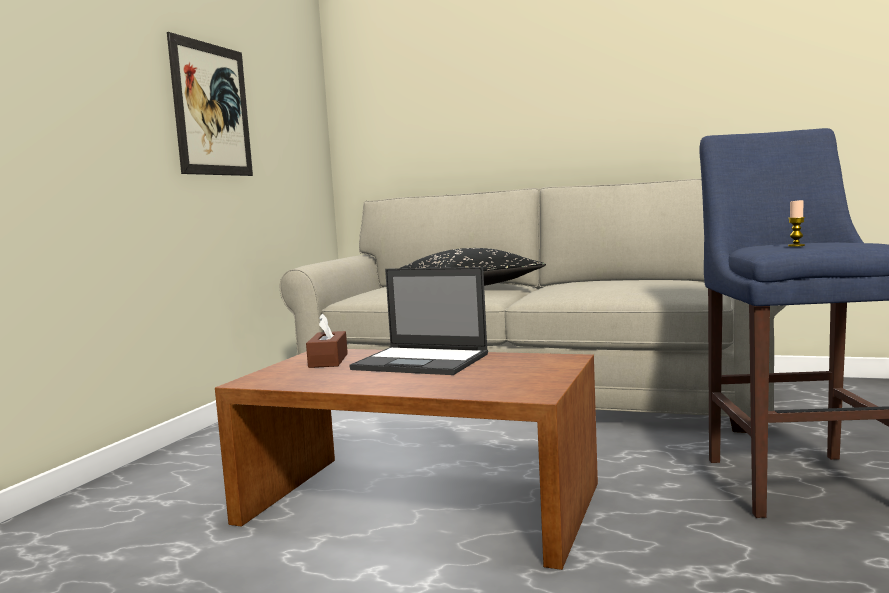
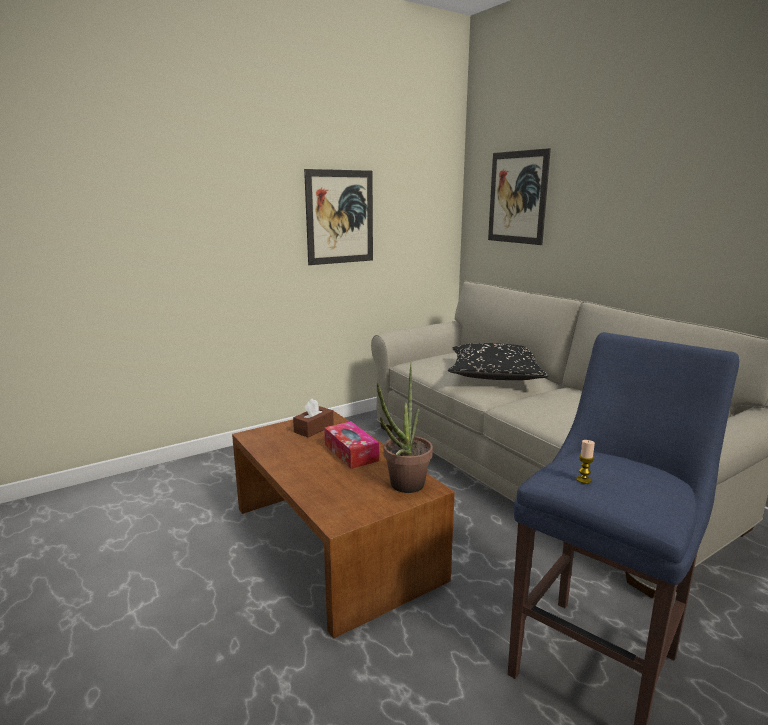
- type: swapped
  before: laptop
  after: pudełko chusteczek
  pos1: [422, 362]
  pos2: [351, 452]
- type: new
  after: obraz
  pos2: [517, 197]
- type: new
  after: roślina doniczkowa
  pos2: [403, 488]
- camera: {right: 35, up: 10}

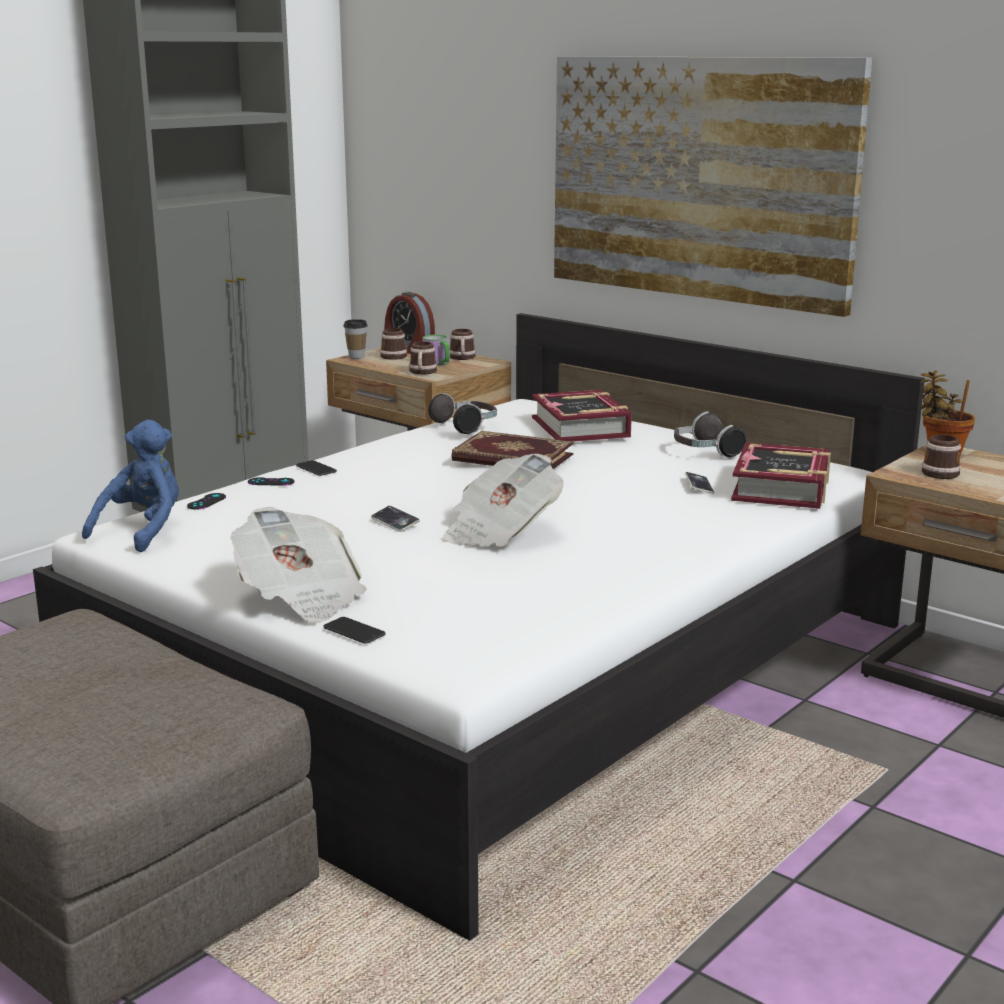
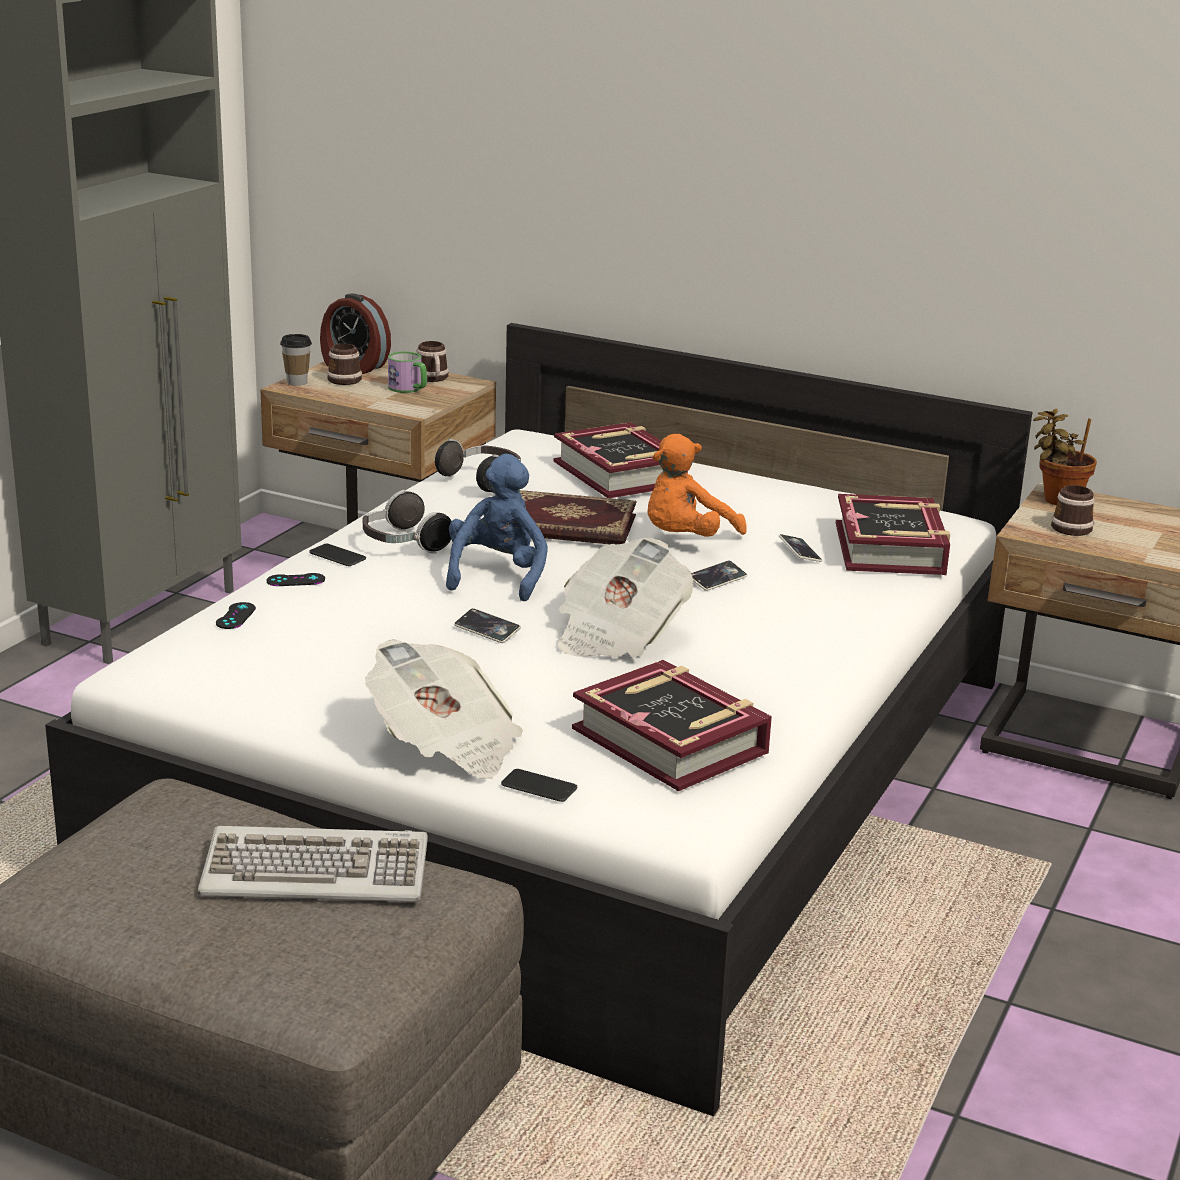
- type: gone
  before: obraz
  pos1: [699, 178]
- type: gone
  before: kubek
  pos1: [422, 372]
- type: shifted
  before: słuchawki
  pos1: [704, 452]
  pos2: [403, 544]
- type: shifted
  before: pluszak/niebieski
  pos1: [143, 531]
  pos2: [497, 576]
- type: new
  after: pluszak/pomarańczowy
  pos2: [685, 540]
- type: new
  after: telefon
  pos2: [717, 579]
- type: new
  after: książka
  pos2: [671, 741]
- type: new
  after: klawiatura
  pos2: [316, 872]
- camera: {right: -15, up: 5}

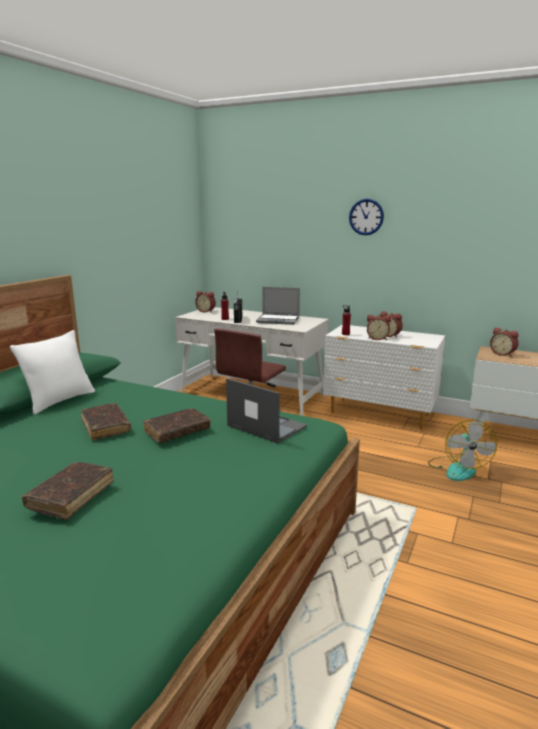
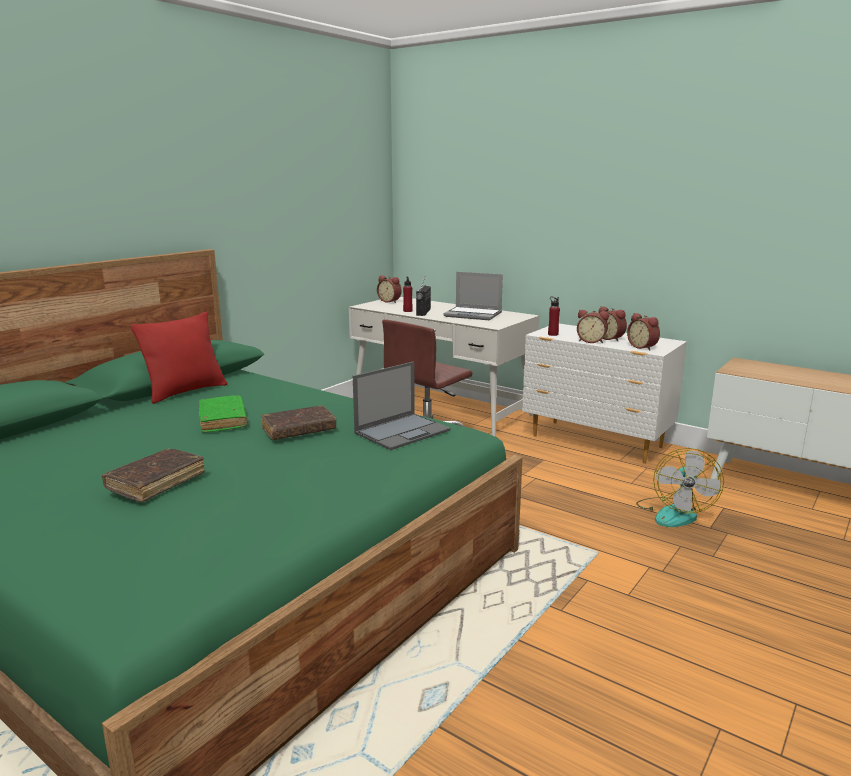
- type: gone
  before: zegar ścienny
  pos1: [366, 217]
- type: shifted
  before: budzik
  pos1: [503, 354]
  pos2: [643, 347]
- type: repainted
  before: poduszka/biały
  after: poduszka/czerwony
  pos1: [60, 400]
  pos2: [185, 391]
- type: rotated
  before: laptop
  pos1: [266, 426]
  pos2: [403, 431]
  turn: 90
- type: repainted
  before: książka/brązowy
  after: książka/zielony
  pos1: [106, 427]
  pos2: [223, 420]
- camera: {right: 10, up: 0}

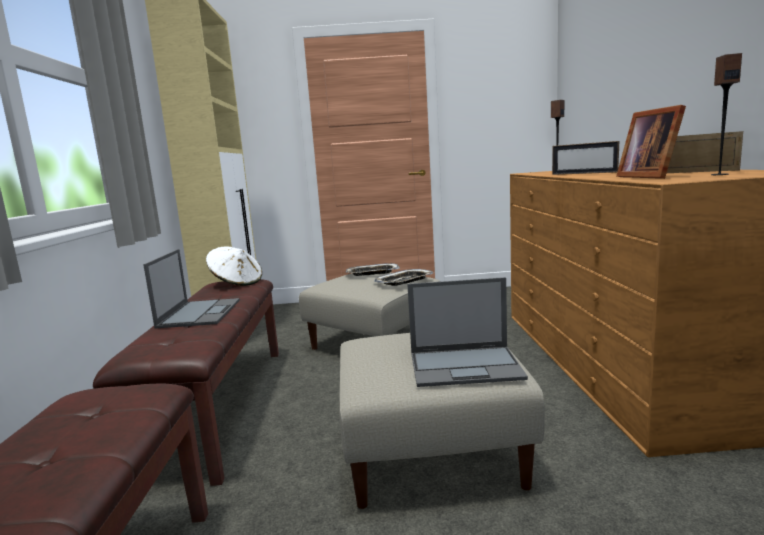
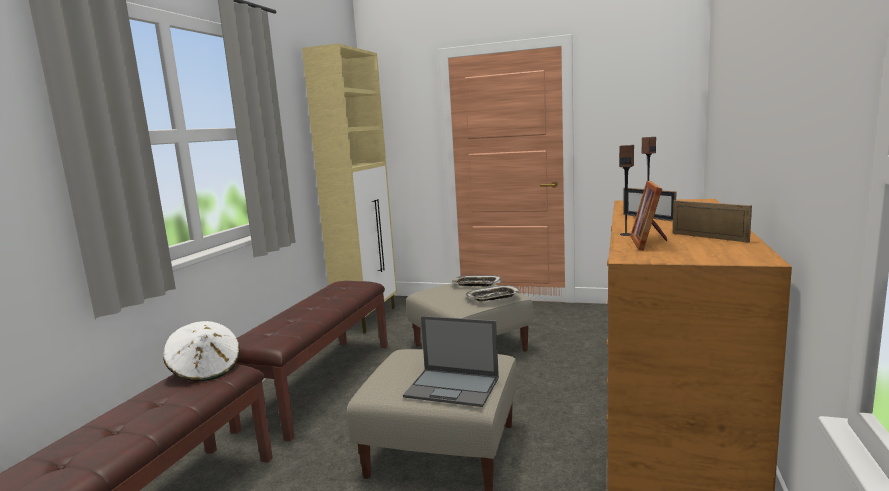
- type: shifted
  before: głośnik
  pos1: [719, 174]
  pos2: [626, 234]
- type: shifted
  before: kapelusz/biały
  pos1: [236, 283]
  pos2: [206, 370]
- type: gone
  before: laptop
  pos1: [200, 313]
- camera: {right: 20, up: 0}

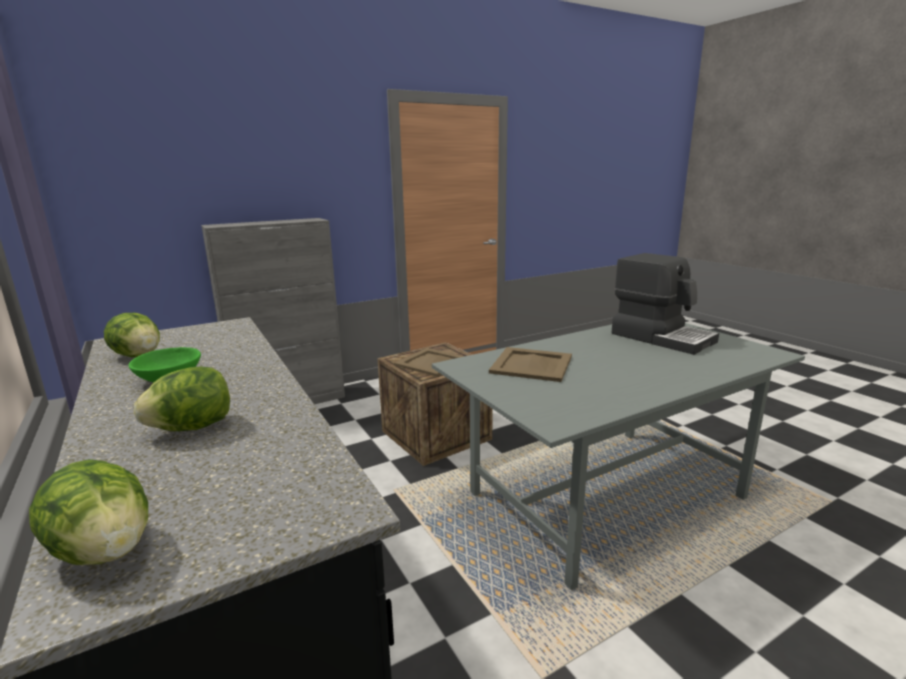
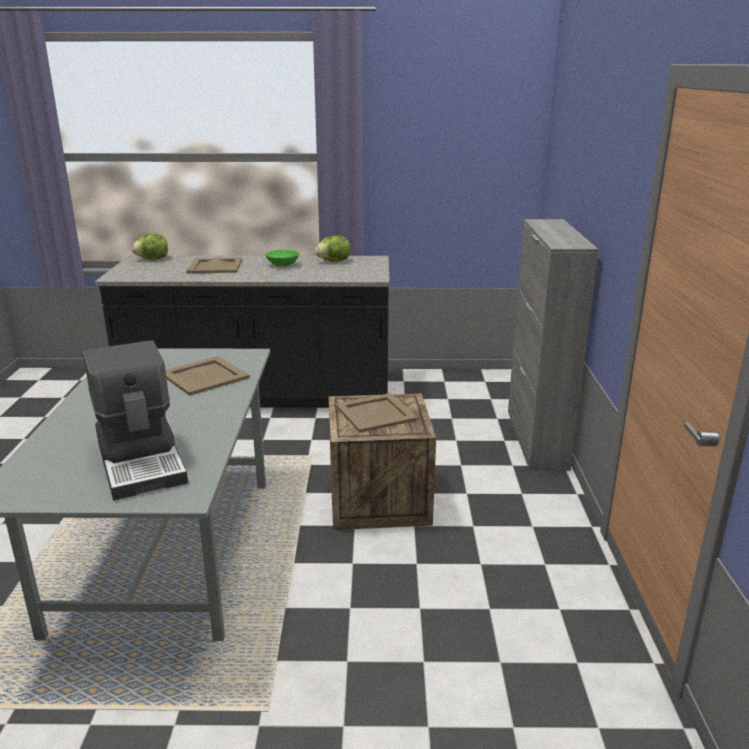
- type: rotated
  before: ekspres do kawy
  pos1: [662, 337]
  pos2: [142, 461]
  turn: -105
- type: swapped
  before: sałata
  after: taca/beżowy
  pos1: [192, 427]
  pos2: [214, 266]
- camera: {right: 120, up: 5}

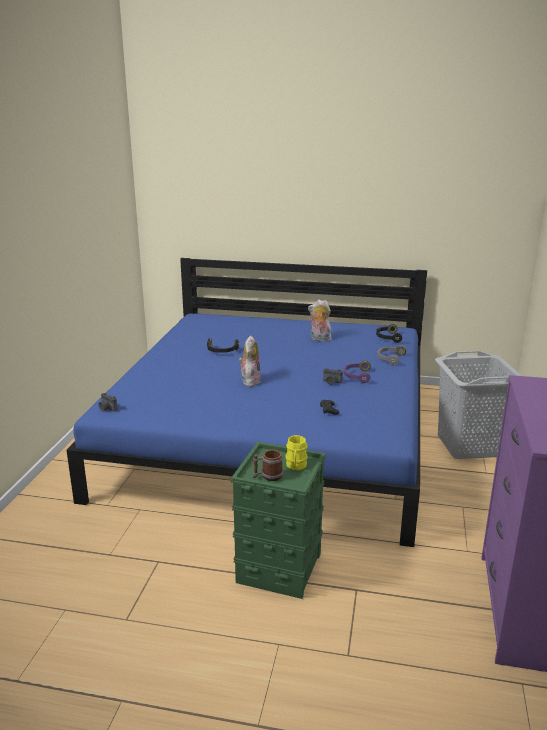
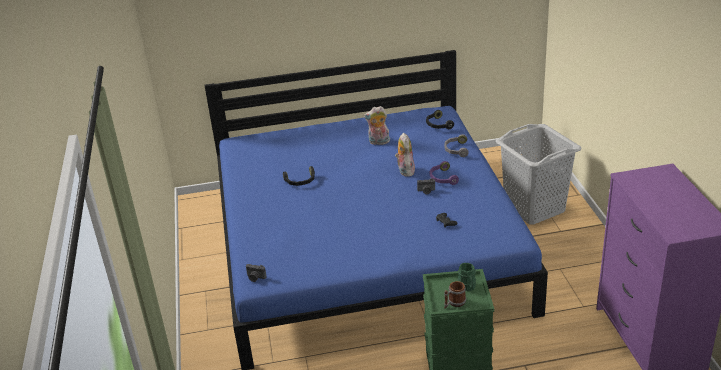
- type: shifted
  before: pluszak
  pos1: [250, 381]
  pos2: [405, 171]
- type: repainted
  before: kubek/żółty
  after: kubek/zielony
  pos1: [296, 466]
  pos2: [467, 287]
- camera: {right: -20, up: 10}

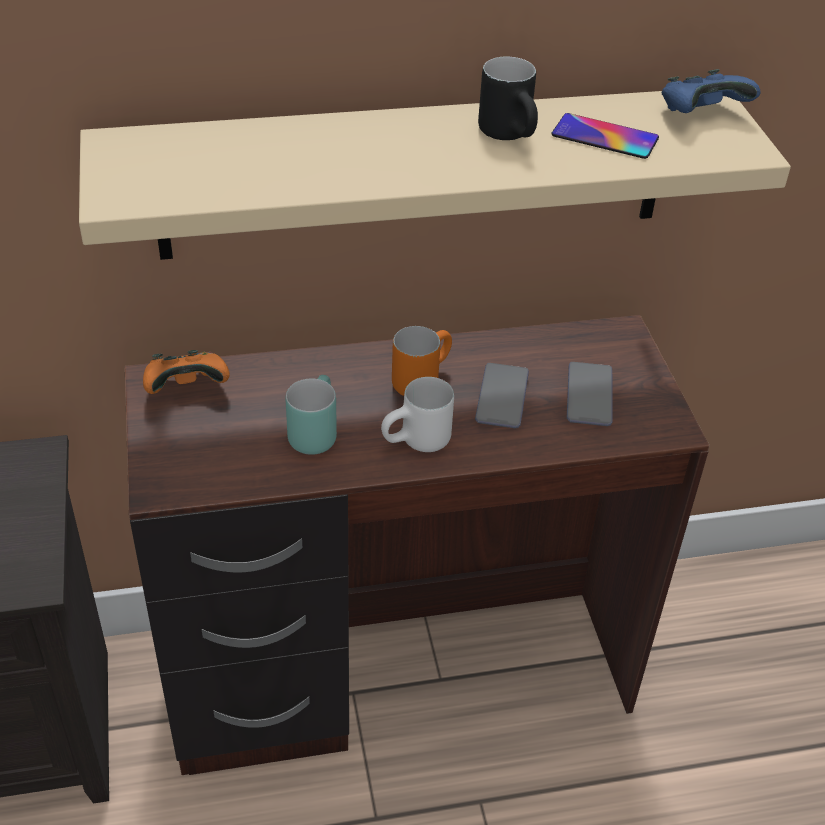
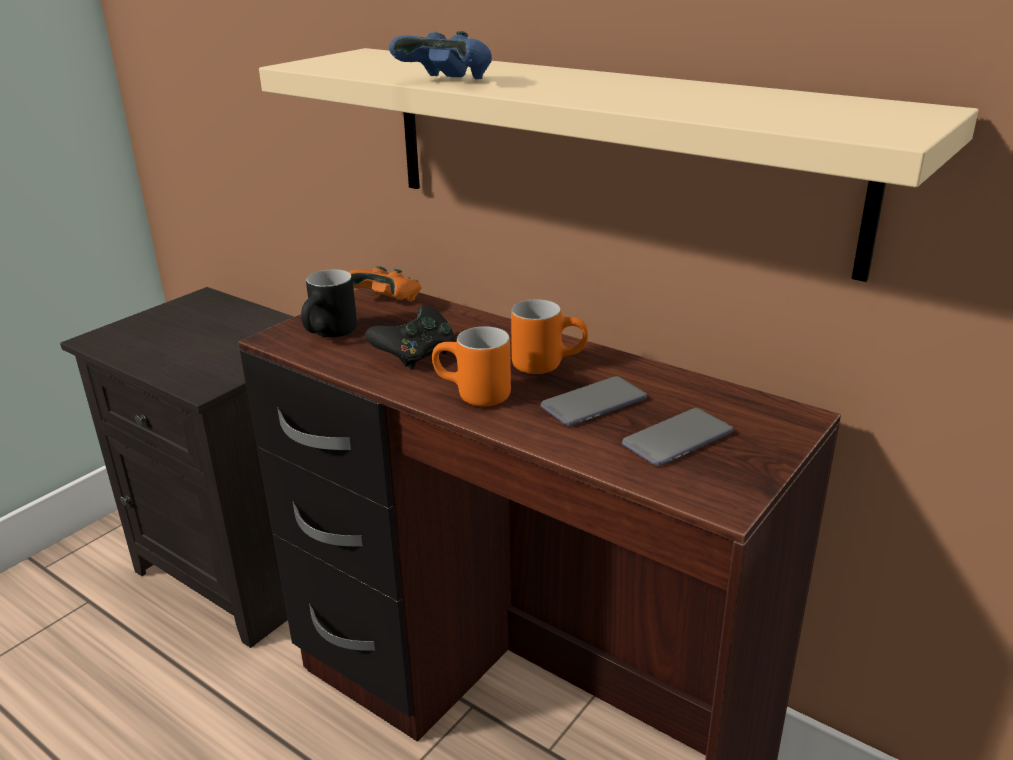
- type: shifted
  before: kubek/czarny
  pos1: [513, 135]
  pos2: [332, 335]
- type: shifted
  before: pad do gier/niebieski
  pos1: [701, 114]
  pos2: [447, 81]
- type: gone
  before: telefon
  pos1: [604, 137]
- type: swapped
  before: kubek/turkusowy
  after: pad do gier/czarny
  pos1: [312, 431]
  pos2: [415, 355]
- type: repainted
  before: kubek/biały
  after: kubek/pomarańczowy
  pos1: [418, 444]
  pos2: [471, 396]
- camera: {right: 50, up: -15}

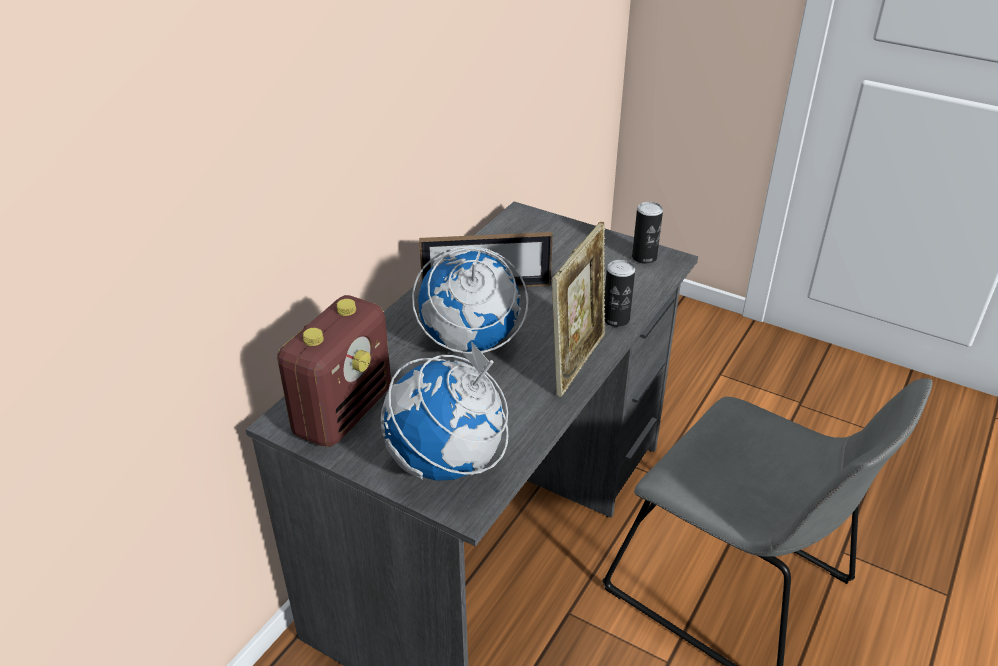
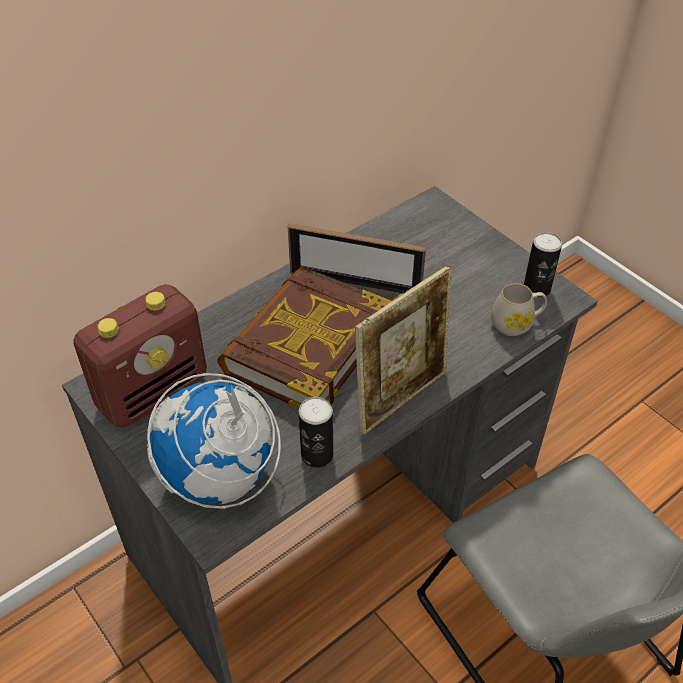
- type: swapped
  before: globus
  after: książka
  pos1: [469, 343]
  pos2: [305, 346]
- type: shifted
  before: puszka
  pos1: [616, 319]
  pos2: [317, 454]
- type: new
  after: kubek/biały
  pos2: [516, 323]
- camera: {right: 20, up: 10}

